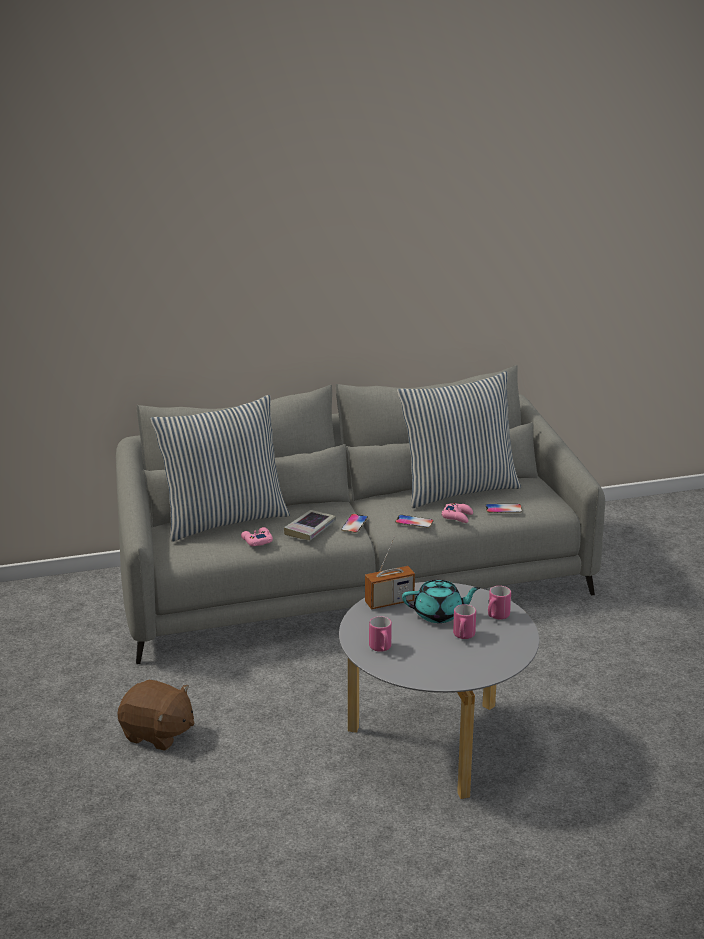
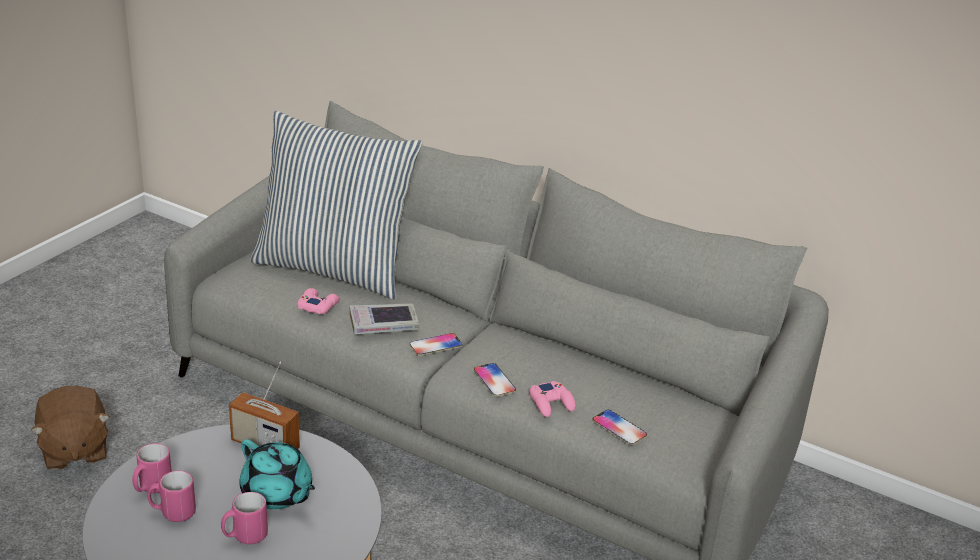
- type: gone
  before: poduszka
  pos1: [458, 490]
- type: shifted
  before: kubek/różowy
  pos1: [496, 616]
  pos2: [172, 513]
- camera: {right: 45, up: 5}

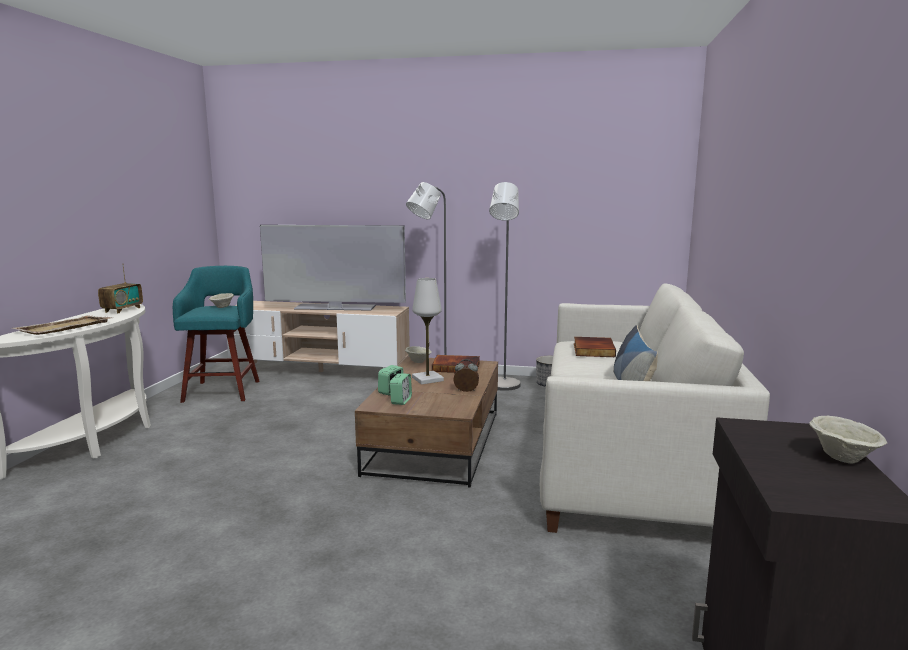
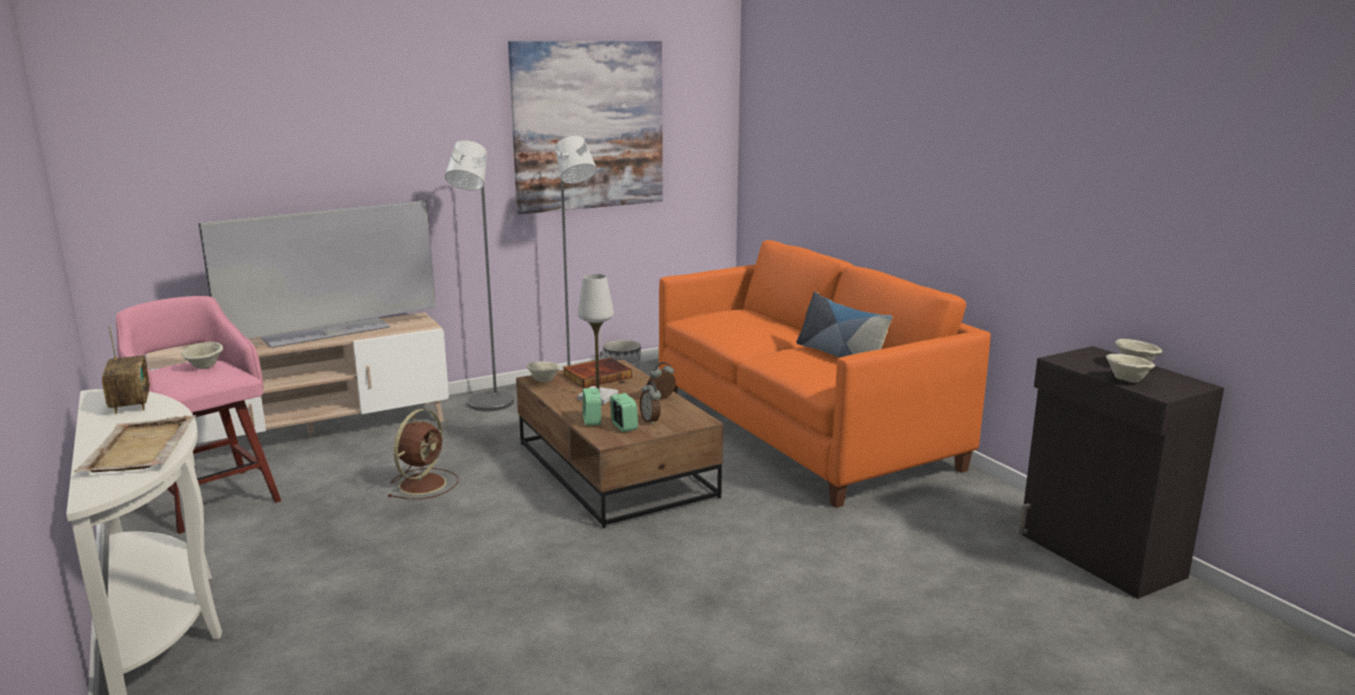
- type: repainted
  before: stołek/turkusowy
  after: stołek/różowy
  pos1: [223, 390]
  pos2: [212, 498]
- type: repainted
  before: kanapa/biały
  after: kanapa/pomarańczowy
  pos1: [627, 460]
  pos2: [802, 429]
- type: gone
  before: książka
  pos1: [592, 350]
- type: new
  after: obraz
  pos2: [588, 126]
- type: new
  after: miska/beżowy
  pos2: [1126, 380]
- type: new
  after: budzik
  pos2: [651, 420]
- type: new
  after: wentylator/brązowy
  pos2: [424, 483]
- camera: {right: -40, up: 5}

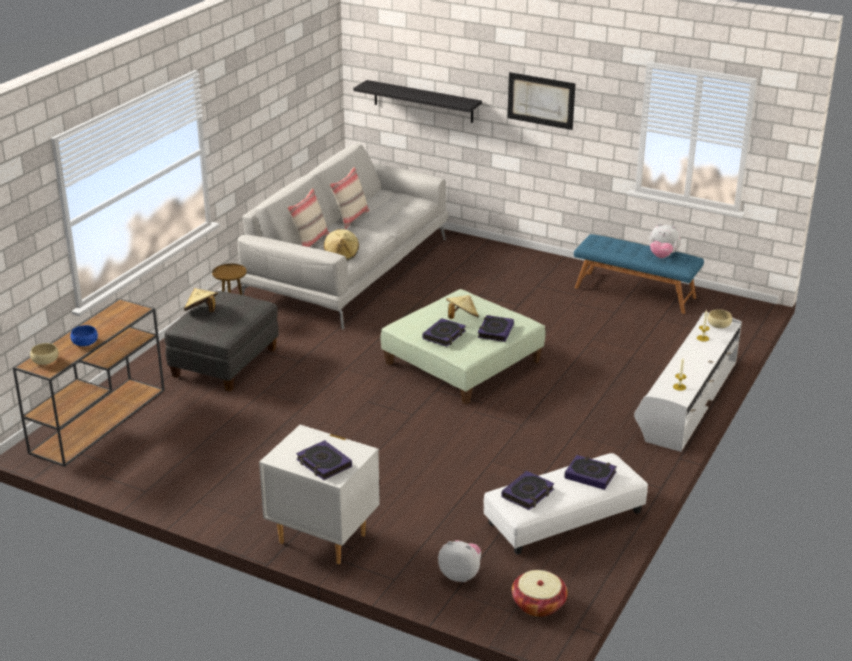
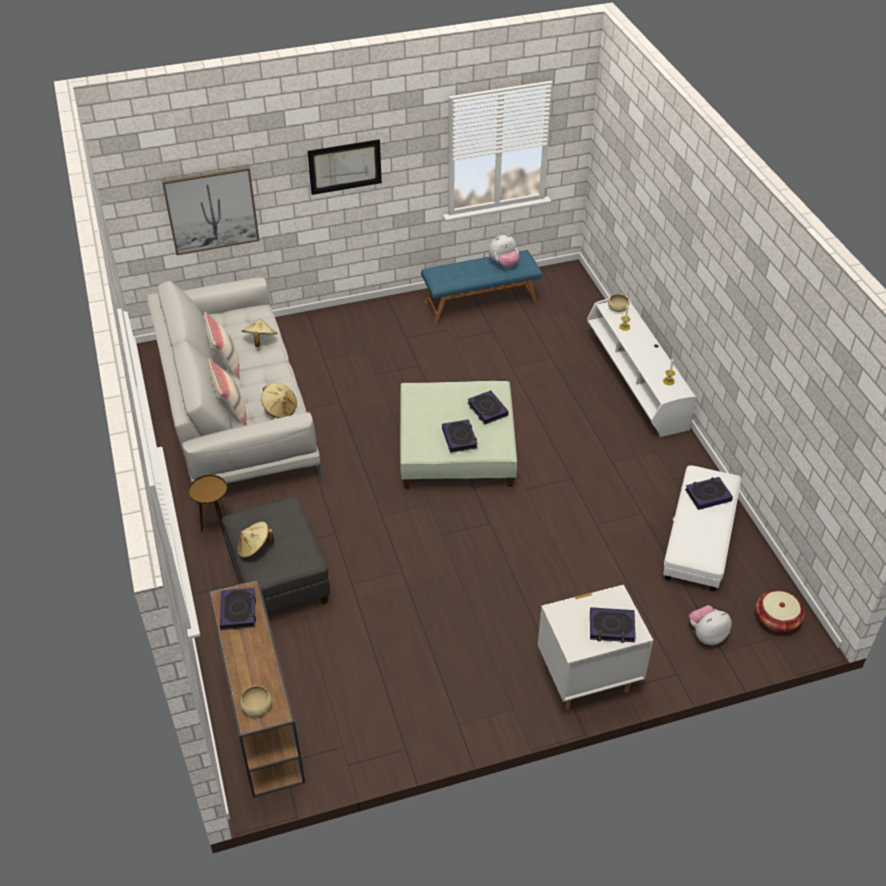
- type: swapped
  before: półka/czarny
  after: obraz
  pos1: [423, 101]
  pos2: [211, 210]
- type: shifted
  before: kapelusz/beżowy
  pos1: [462, 318]
  pos2: [260, 341]
- type: gone
  before: miska/niebieski
  pos1: [85, 342]
- type: shifted
  before: książka
  pos1: [528, 493]
  pos2: [238, 611]
- camera: {right: -45, up: 15}

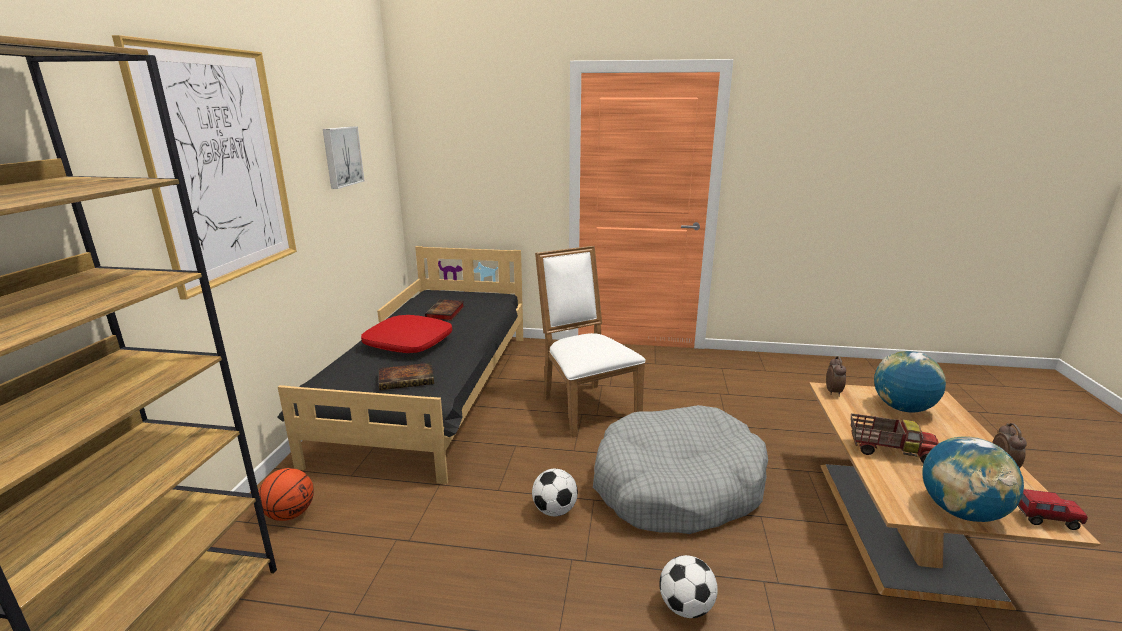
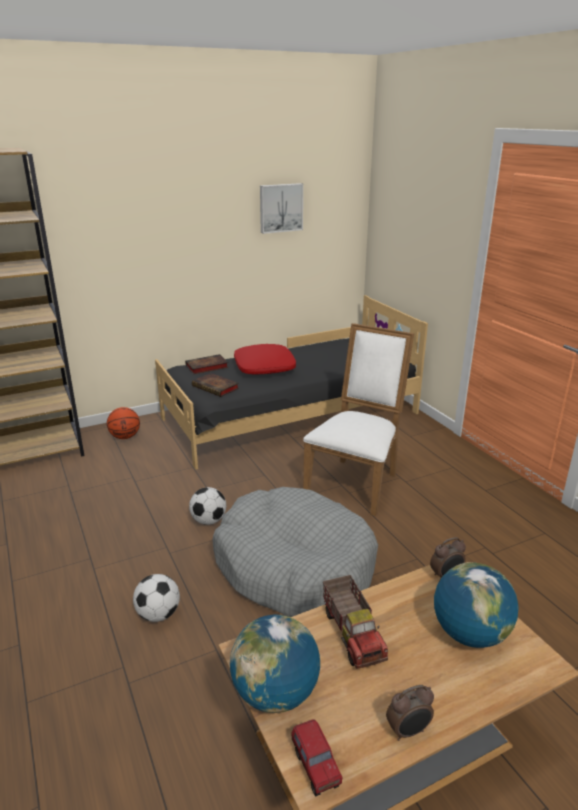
- type: gone
  before: obraz
  pos1: [221, 166]
- type: shifted
  before: książka
  pos1: [445, 313]
  pos2: [206, 367]
- camera: {right: 55, up: 5}

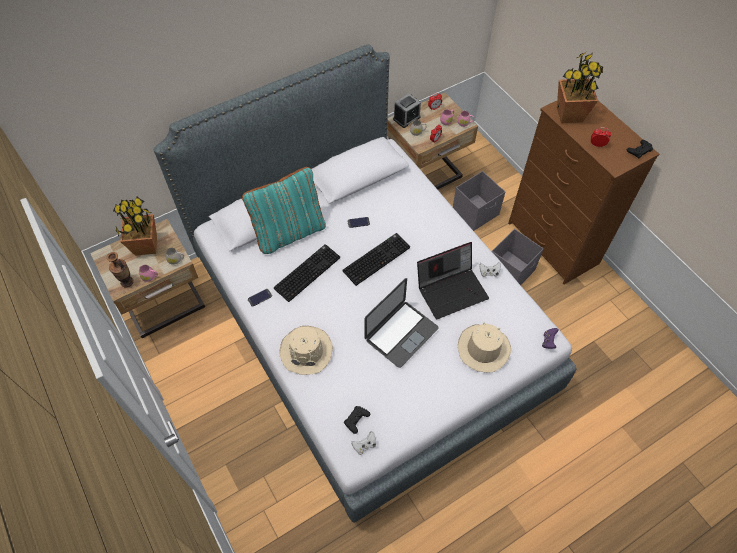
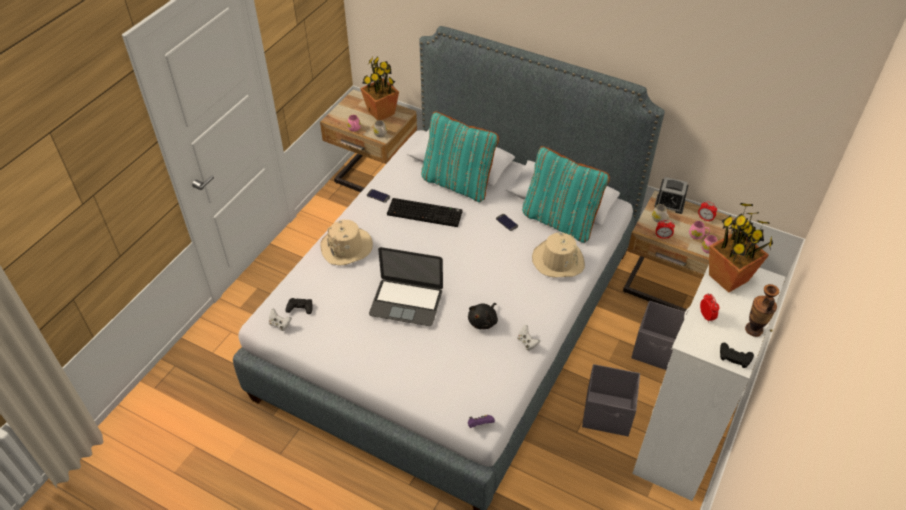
- type: repainted
  before: komoda/brązowy
  after: komoda/biały
  pos1: [552, 244]
  pos2: [678, 441]
- type: gone
  before: klawiatura
  pos1: [376, 258]
- type: swapped
  before: laptop
  after: pluszak/czarny
  pos1: [452, 290]
  pos2: [483, 321]
- type: shifted
  before: wazon
  pos1: [127, 282]
  pos2: [753, 329]
- type: shifted
  before: kapelusz/beżowy
  pos1: [483, 349]
  pos2: [558, 260]
- type: new
  after: poduszka/turkusowy
  pos2: [560, 220]
- camera: {right: 60, up: -10}

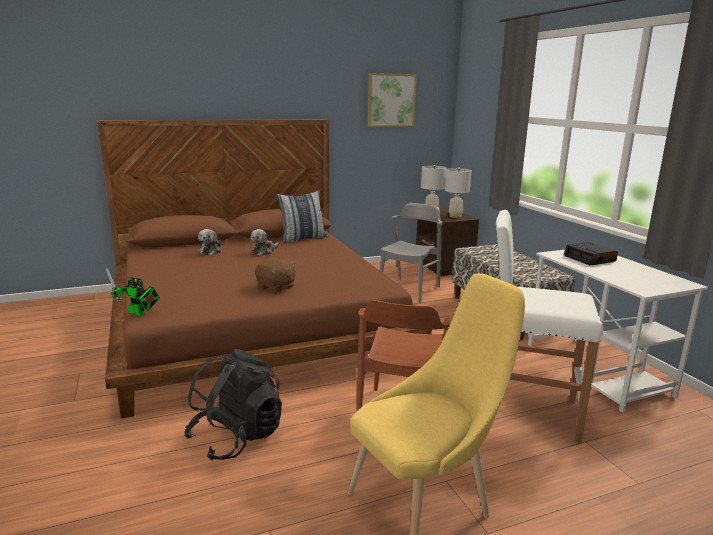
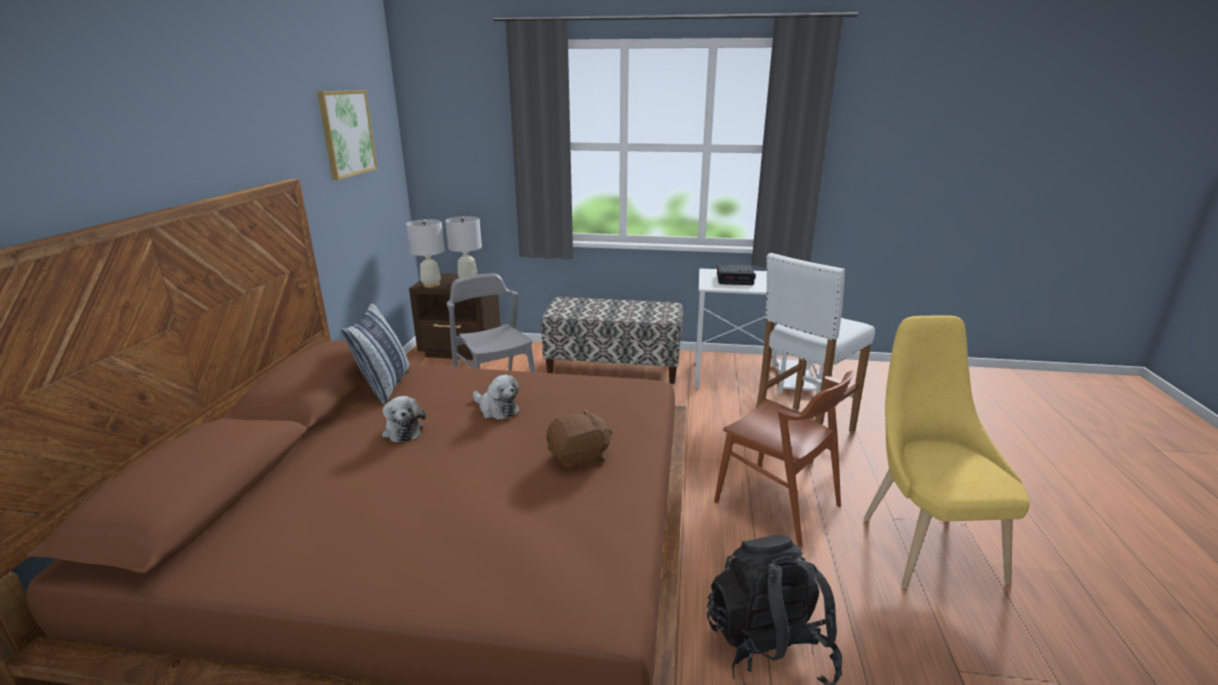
- type: shifted
  before: pluszak
  pos1: [211, 251]
  pos2: [496, 409]
- type: gone
  before: robot zabawkowy
  pos1: [139, 313]
- camera: {right: -60, up: 5}

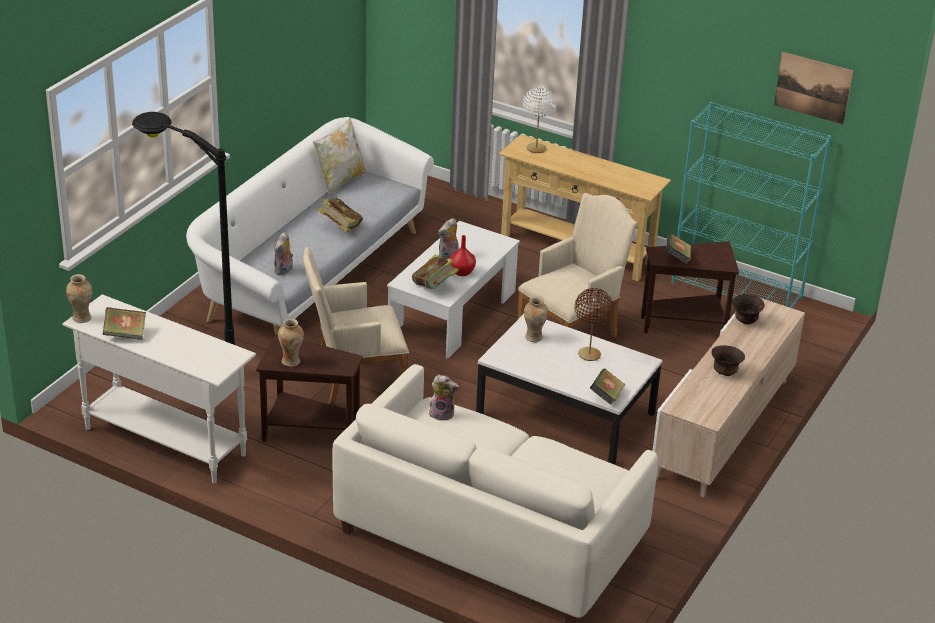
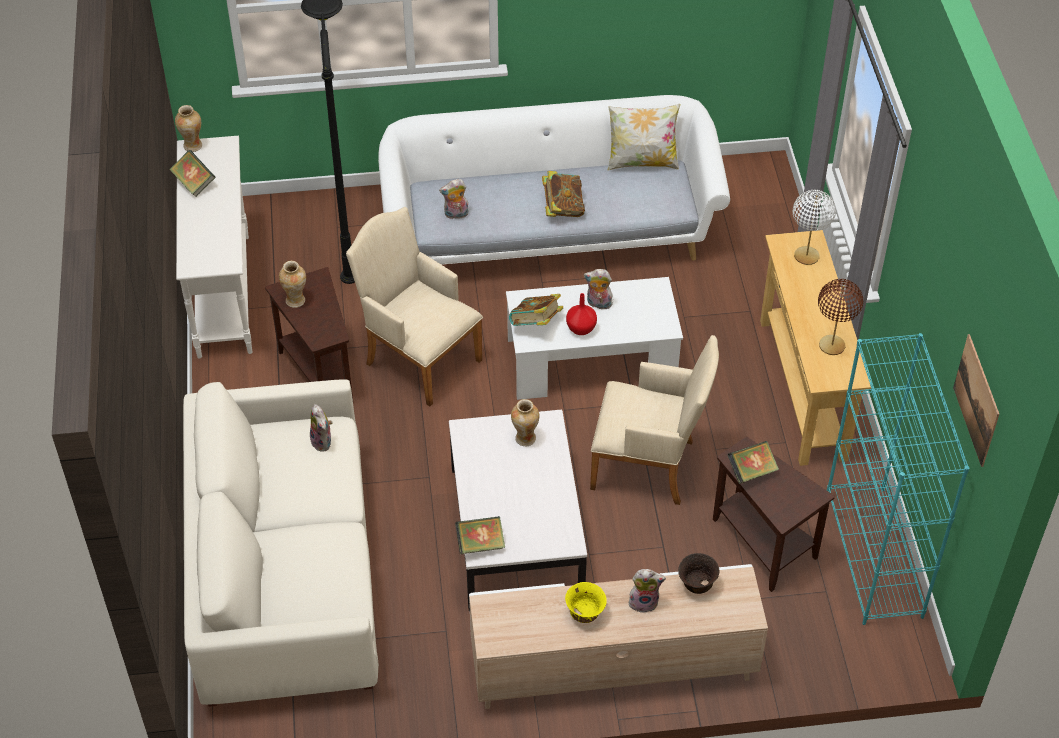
- type: shifted
  before: lampa stołowa/brązowy
  pos1: [589, 354]
  pos2: [831, 345]
- type: repainted
  before: miska/brązowy
  after: miska/żółty
  pos1: [725, 372]
  pos2: [585, 614]
- type: new
  after: pluszak
  pos2: [644, 602]
- camera: {right: 55, up: 15}

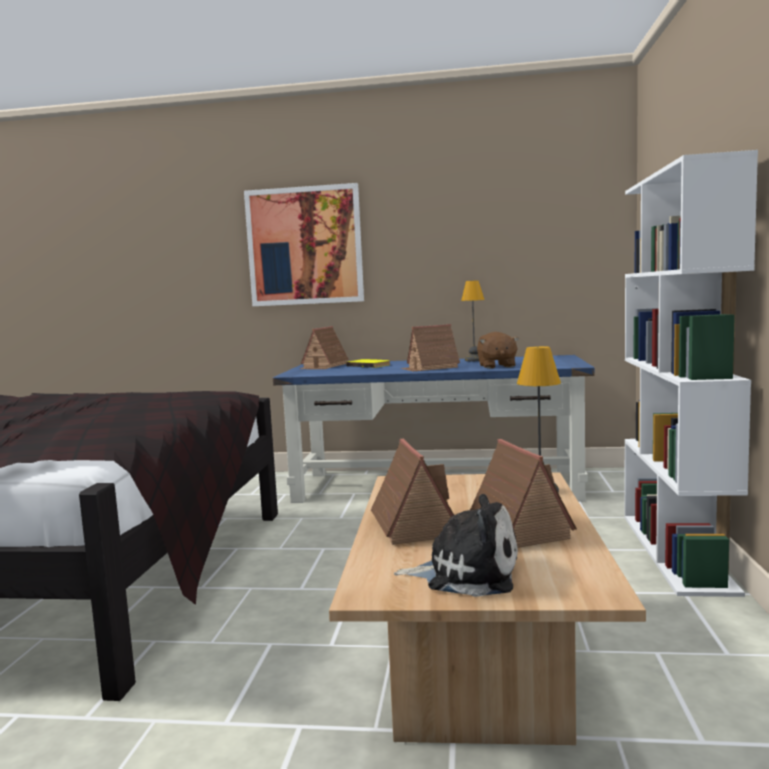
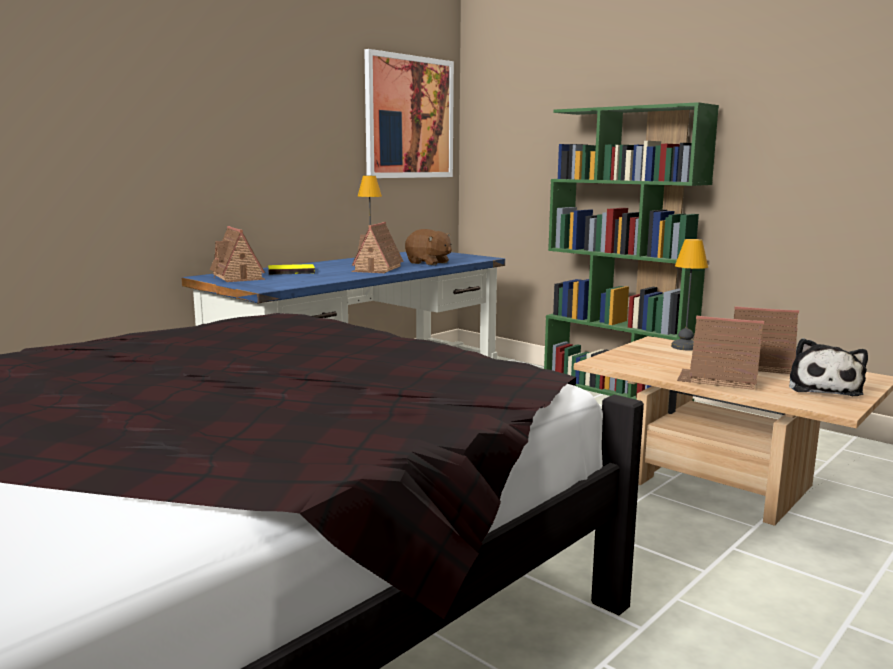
- type: repainted
  before: regał/biały
  after: regał/zielony
  pos1: [677, 551]
  pos2: [616, 390]
- type: shifted
  before: obraz
  pos1: [304, 246]
  pos2: [409, 117]
- type: rotated
  before: pluszak
  pos1: [466, 573]
  pos2: [824, 388]
  turn: 150
- camera: {right: -55, up: 5}

